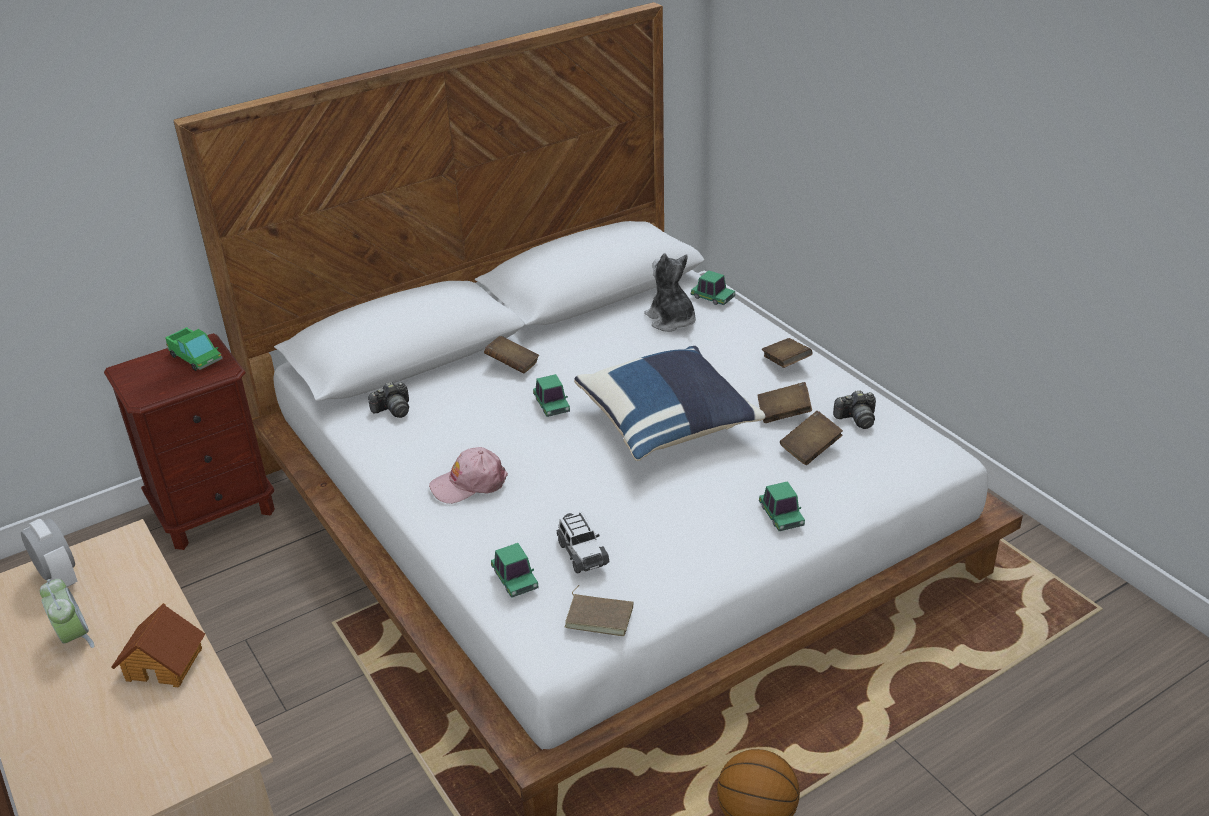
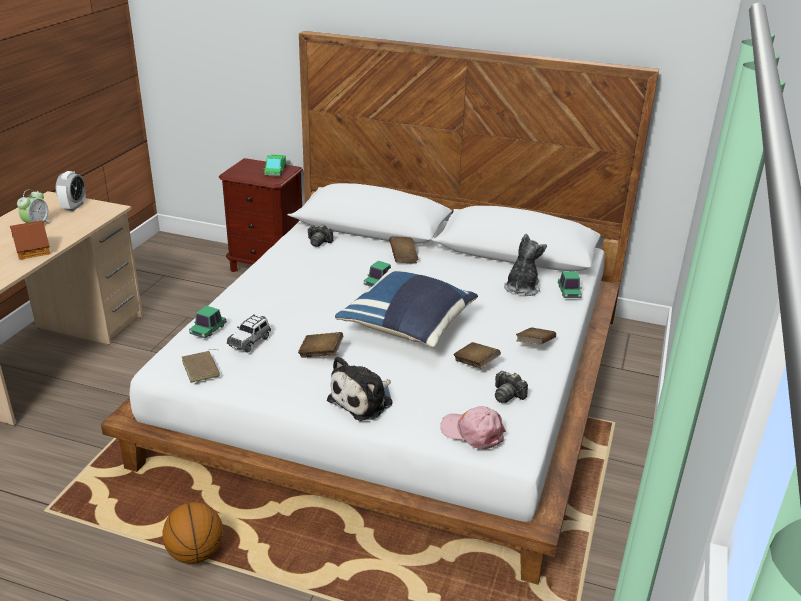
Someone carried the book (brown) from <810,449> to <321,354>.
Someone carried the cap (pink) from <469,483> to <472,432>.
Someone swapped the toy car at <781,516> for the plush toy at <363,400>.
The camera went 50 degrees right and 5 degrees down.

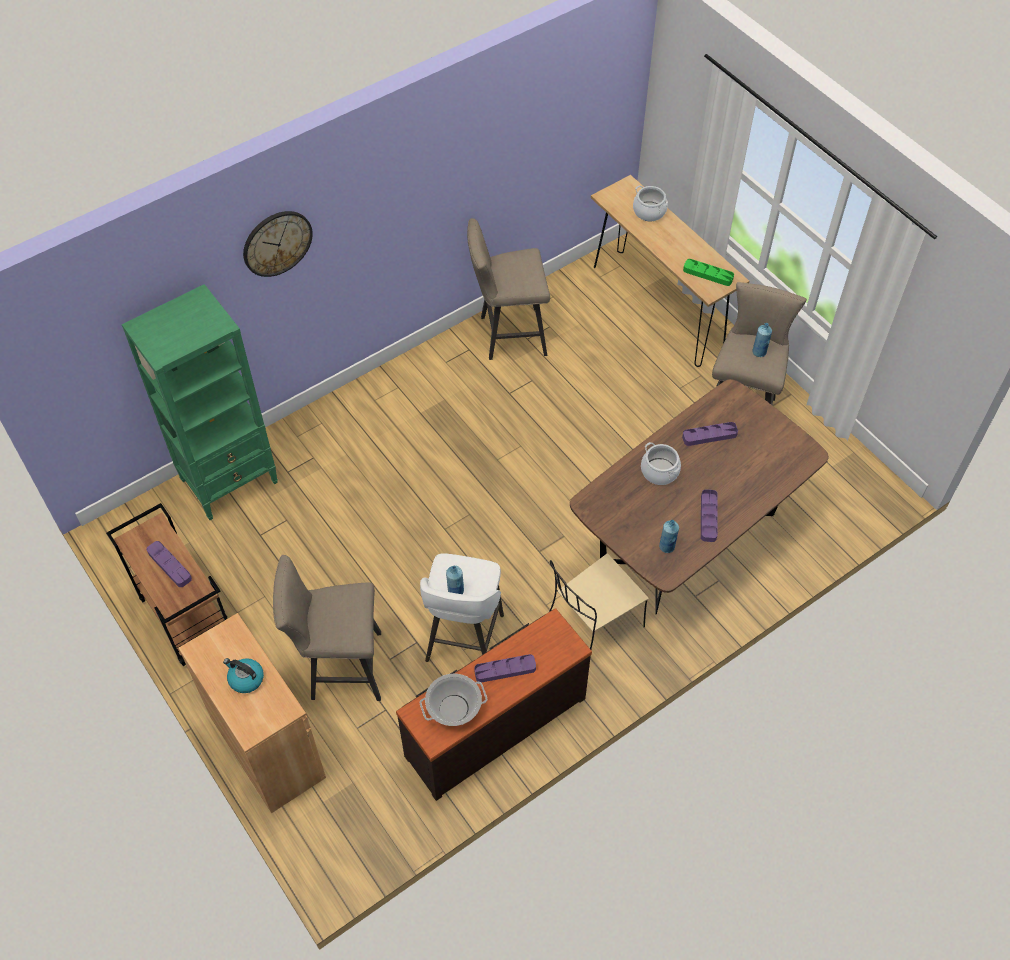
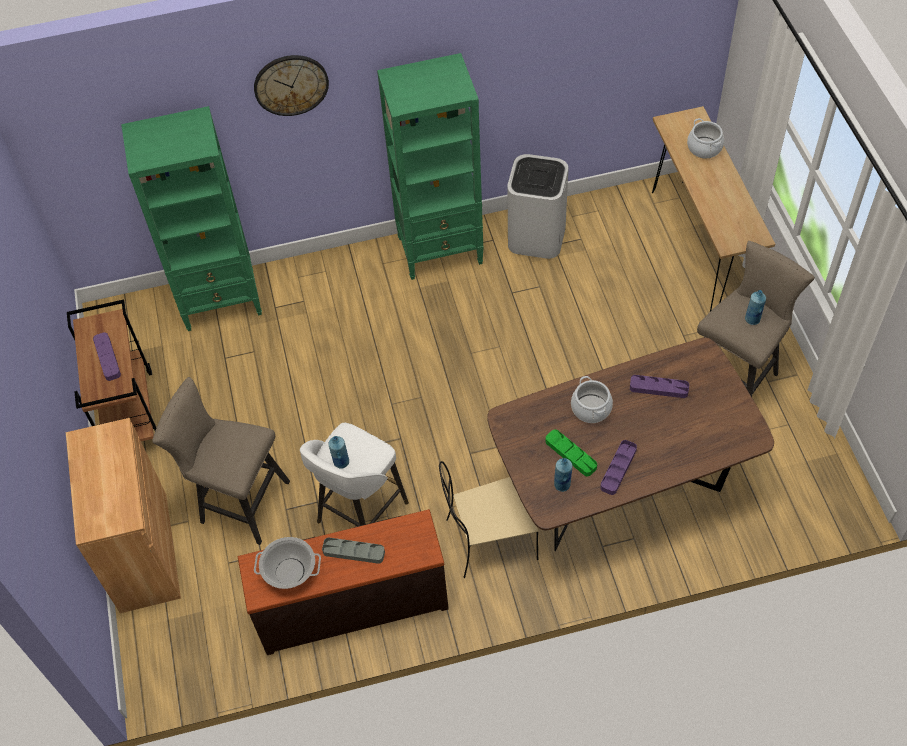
Someone swapped the stool (beige) at <507,335> for the trash can (white) at <536,236>.
Someone carried the tray (green) from <708,274> to <570,454>.
Someone repainted the tray (purple) at <505,670>, which became the tray (grey) at <353,552>.
Someone took away the kettle at <245,679>.
Someone put down the bookcase (green) at <441,250>.
The camera went 25 degrees right and 0 degrees up.

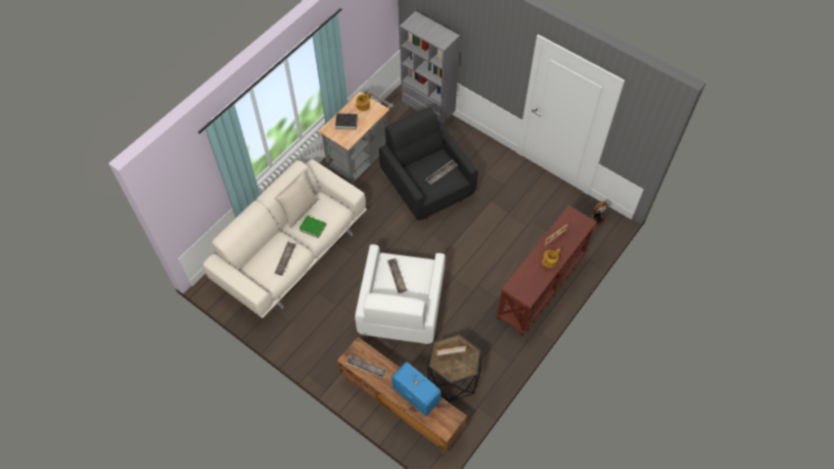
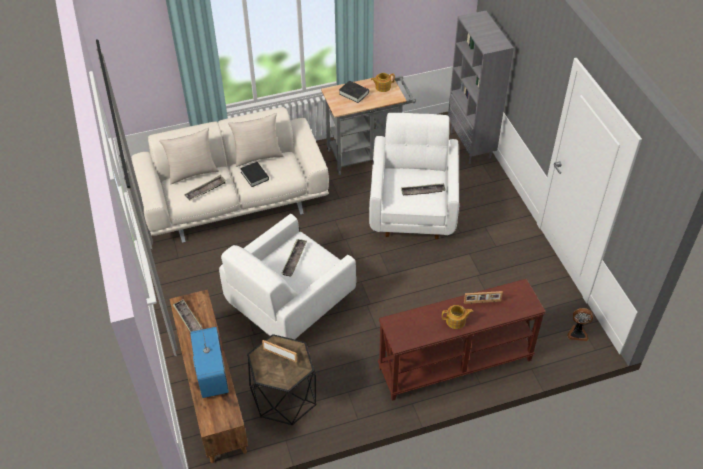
Someone repainted the armchair (black) at <426,186>, which became the armchair (white) at <412,208>.
Someone repainted the book (green) at <313,228>, which became the book (black) at <254,176>.
Someone put down the pillow (beige) at <192,173>.
The camera went 35 degrees right and 10 degrees down.

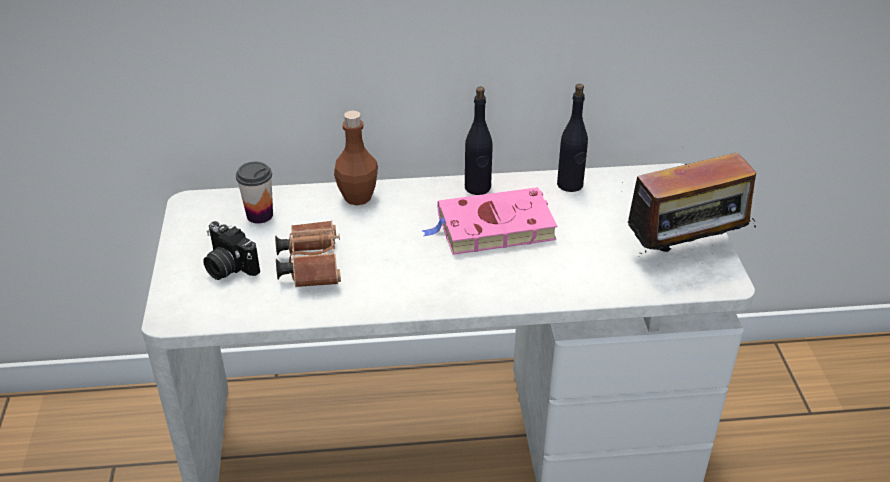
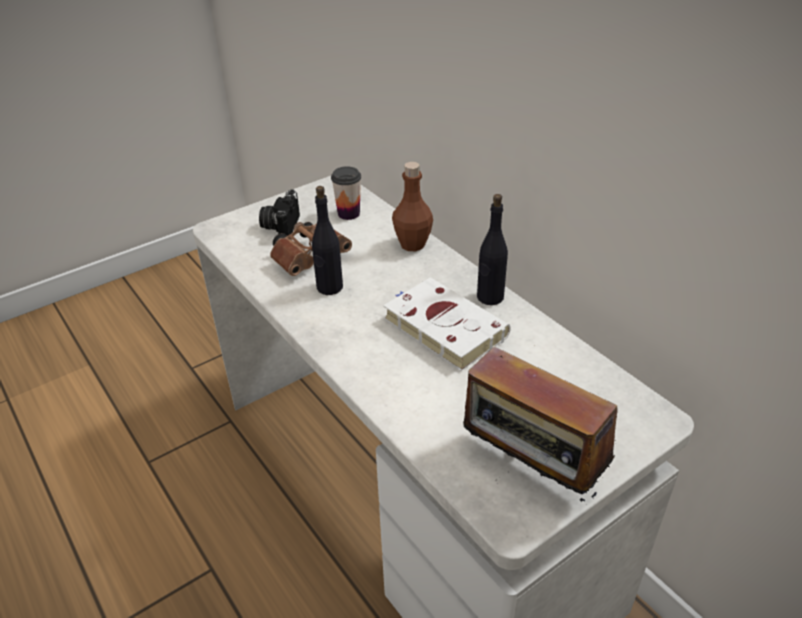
Someone carried the bottle (black) from <570,185> to <329,287>.
Someone repainted the book (pink) at <492,227>, which became the book (white) at <441,327>.
The camera went 60 degrees right and 0 degrees up.

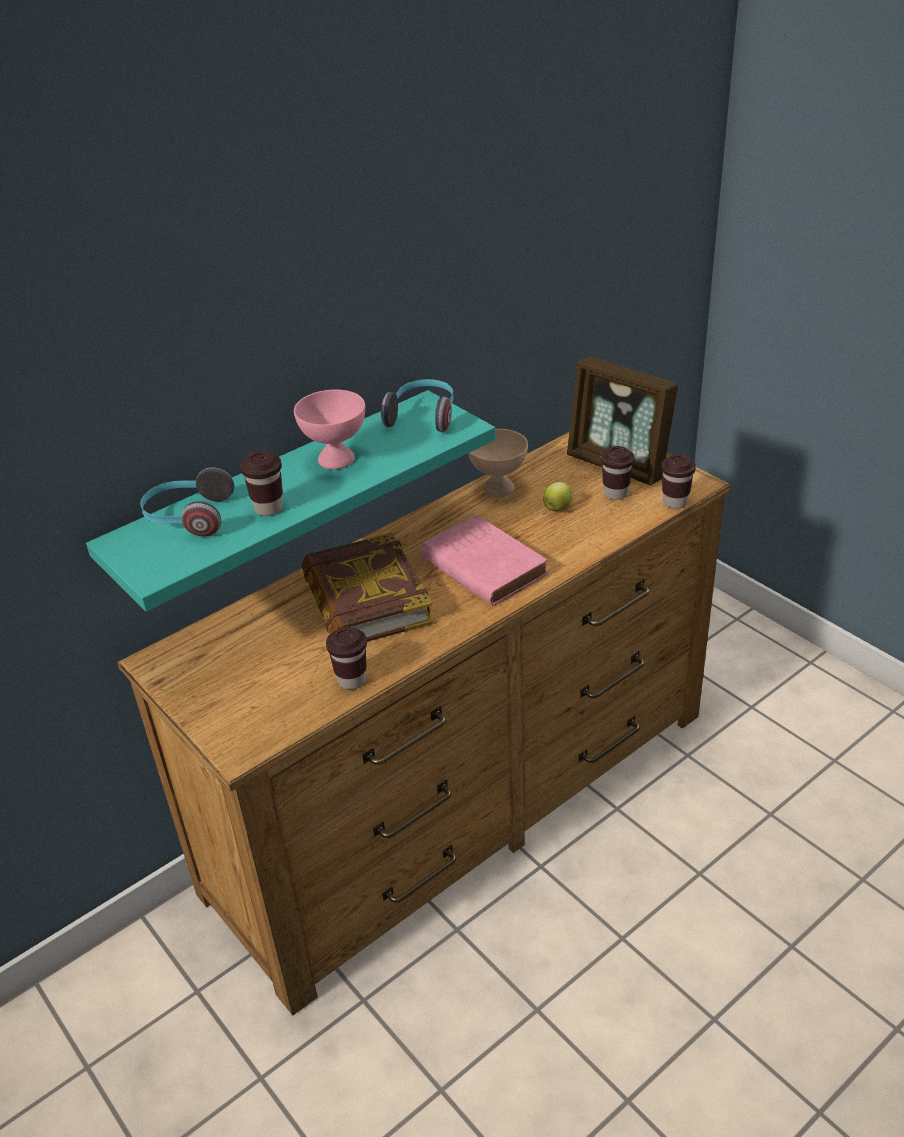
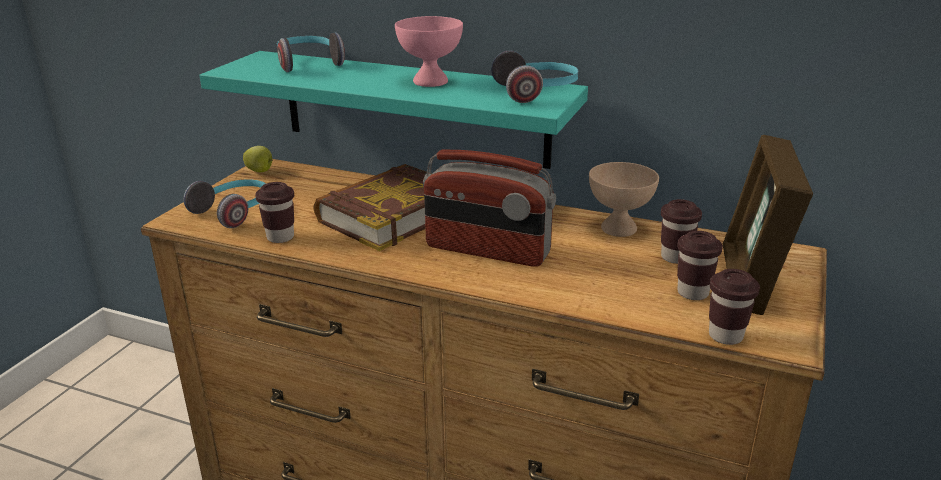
Someone carried the cup (brown) from <268,508> to <675,257>.
Someone carried the apple from <558,508> to <260,171>.
Someone swapped the book (pink) at <481,564> for the radio at <487,251>.
Someone put down the headphones at <235,212>.
The camera went 60 degrees right and 10 degrees down.

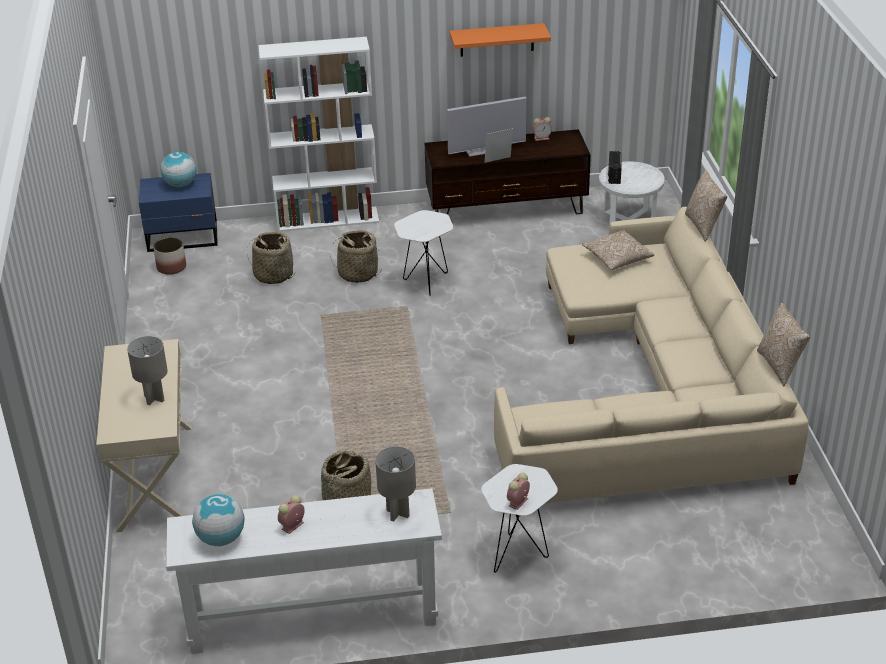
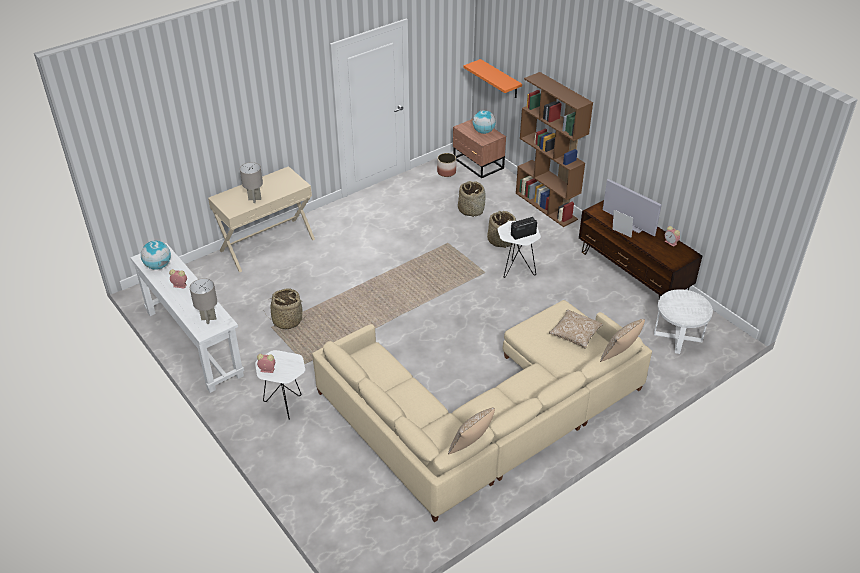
Someone carried the shelf (orange) from <497,40> to <500,79>.
Someone repainted the bookcase (white) at <328,219>, which became the bookcase (brown) at <546,206>.
Someone carried the radio from <614,176> to <523,234>.
Someone repainted the nightstand (blue) at <183,237>, which became the nightstand (brown) at <478,164>.
The camera went 60 degrees right and 5 degrees up.

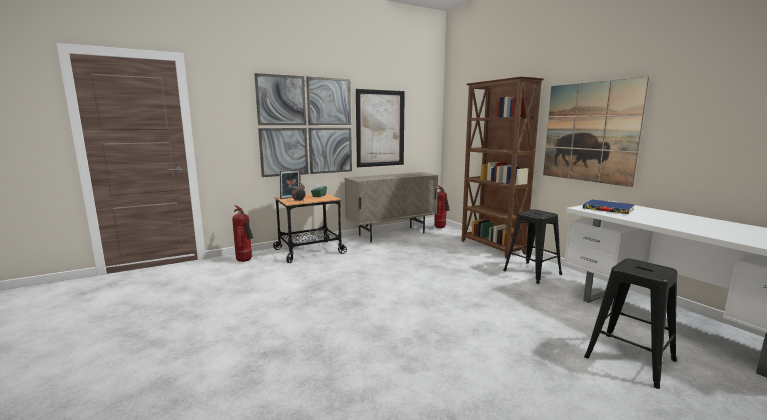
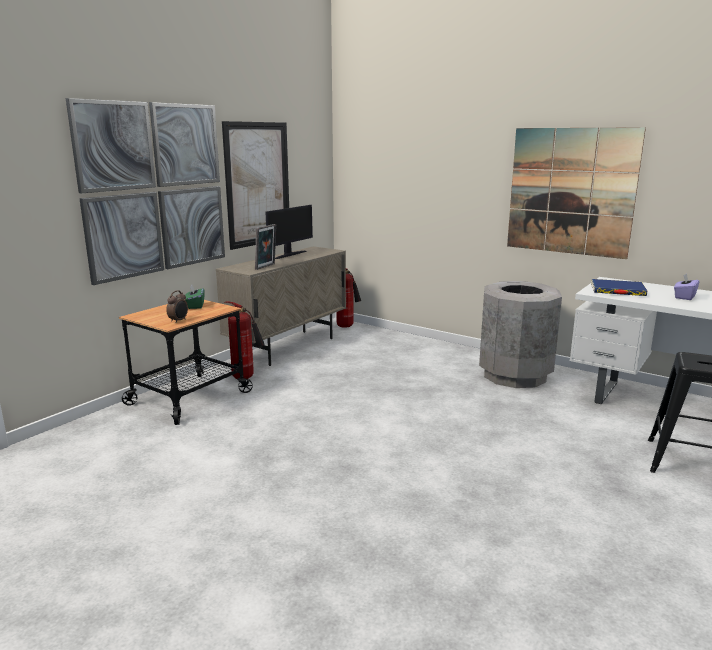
Someone took away the bookcase (brown) at <492,247>.
Someone carried the picture frame from <291,198> to <266,266>.
Someone carried the fire extinguisher from <245,261> to <246,378>.
Someone swapped the stool (black) at <533,272> for the trash can (grey) at <514,375>.
Someone put down the monitor at <289,254>.
Someone put down the tissue box (purple) at <684,297>.
The camera went 25 degrees left and 5 degrees up.

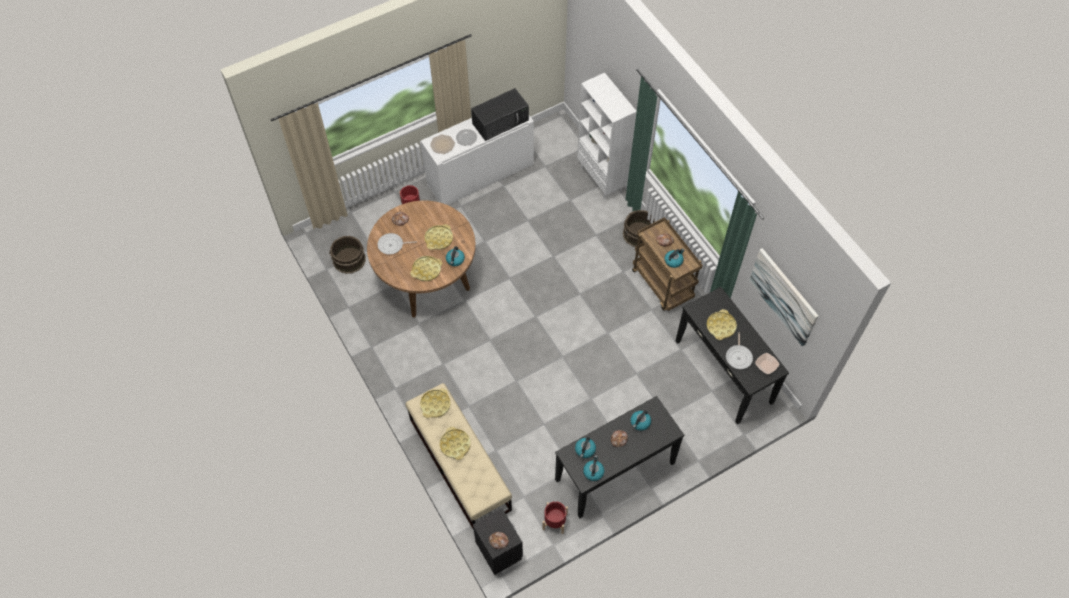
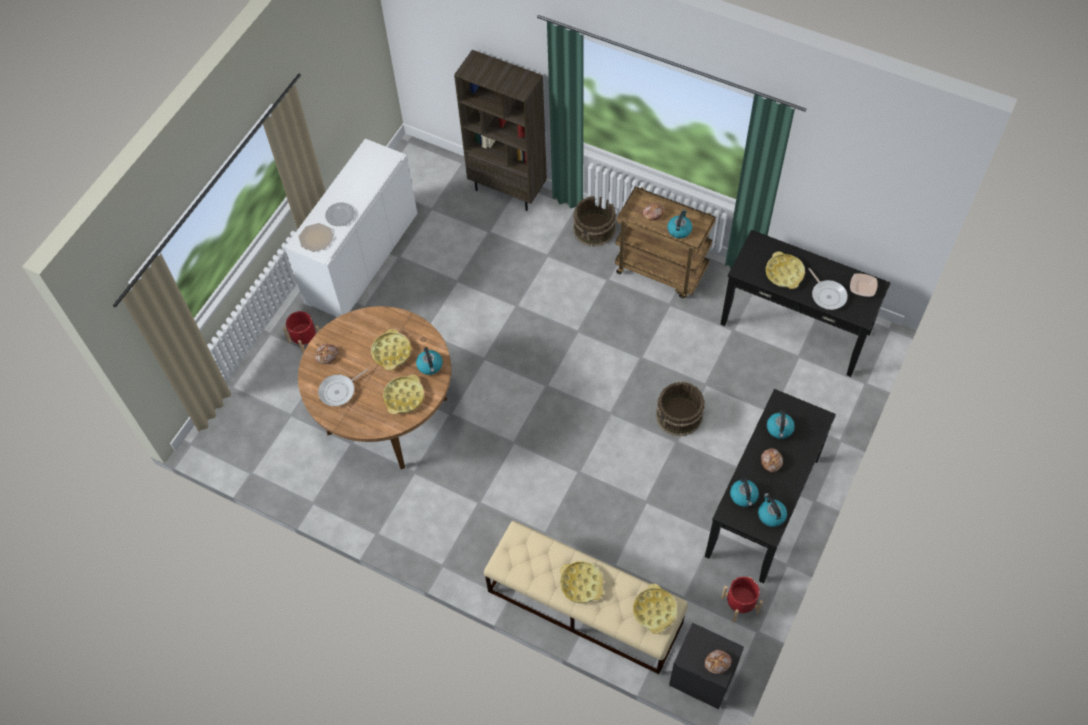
Someone repainted the bookcase (white) at <602,179>, which became the bookcase (brown) at <508,190>.
Someone took away the microwave (black) at <501,121>.
Someone carried the bucket (brown) from <349,260> to <679,416>.
Someone took away the picture at <783,296>.
Someone carried the tray (yellow) from <435,404> to <654,610>.
The camera went 30 degrees left and 0 degrees up.

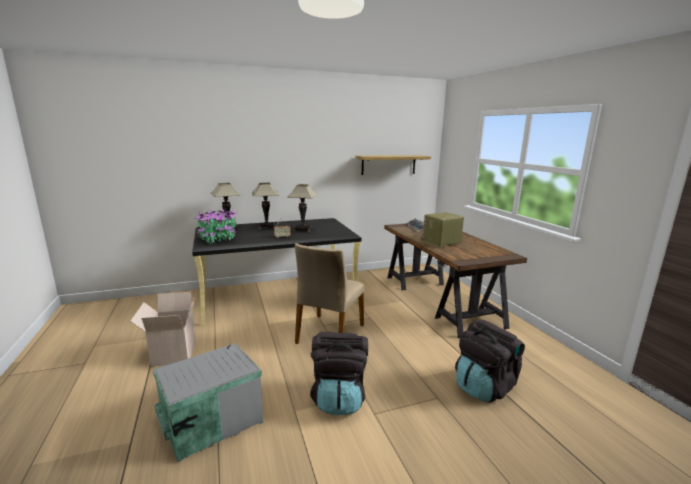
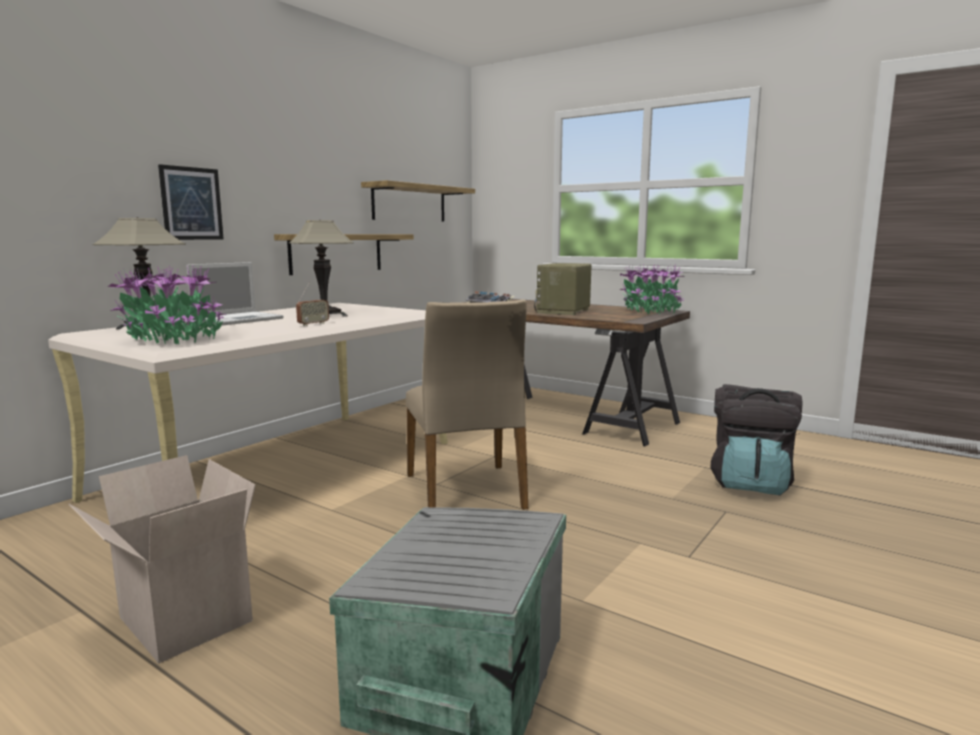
Someone swapped the table lamp at <266,227> for the laptop at <239,319>.
Someone repainted the desk (black) at <278,296>, which became the desk (beige) at <284,468>.
Someone took away the backpack (black) at <339,397>.
Someone put up the picture at <191,203>.
Someone put up the shelf at <336,253>.
Someone put down the potted plant at <651,311>.
The camera went 35 degrees left and 5 degrees down.

